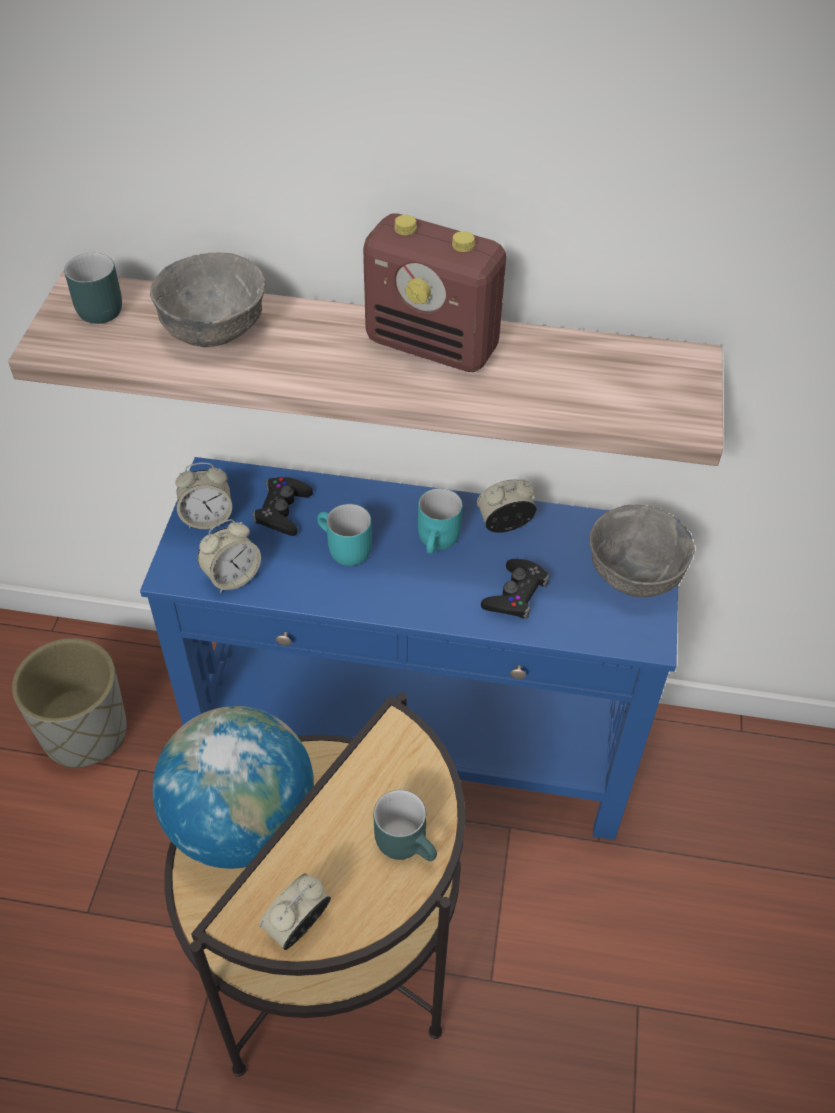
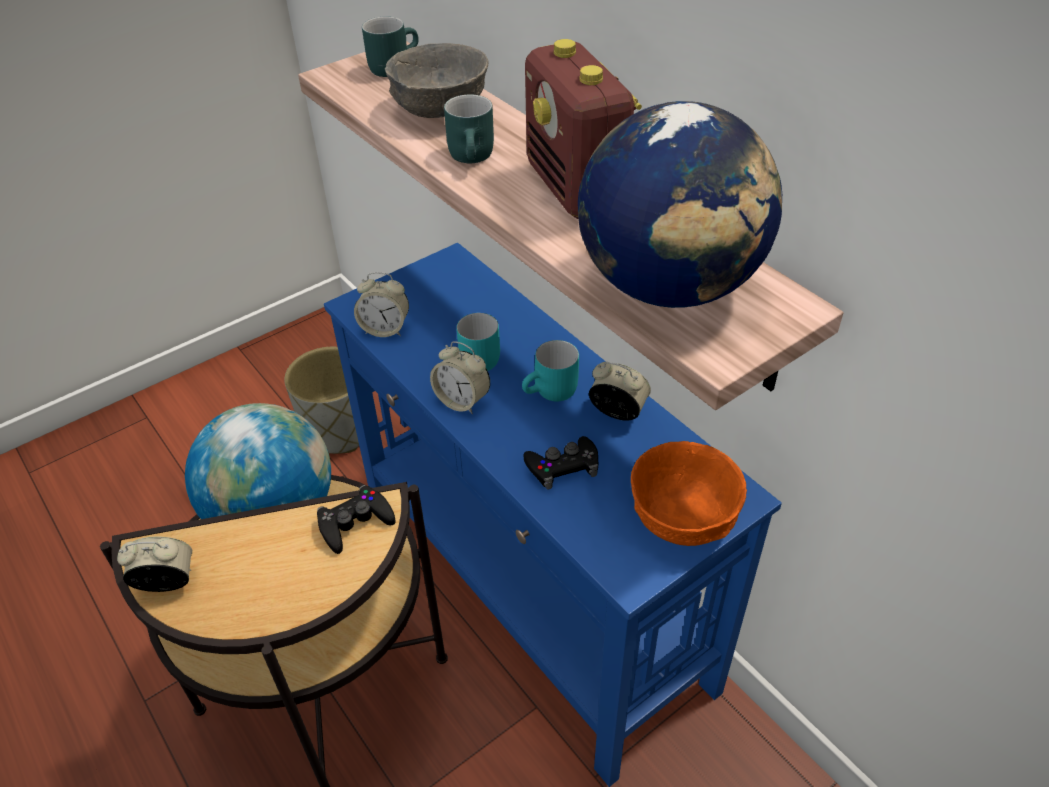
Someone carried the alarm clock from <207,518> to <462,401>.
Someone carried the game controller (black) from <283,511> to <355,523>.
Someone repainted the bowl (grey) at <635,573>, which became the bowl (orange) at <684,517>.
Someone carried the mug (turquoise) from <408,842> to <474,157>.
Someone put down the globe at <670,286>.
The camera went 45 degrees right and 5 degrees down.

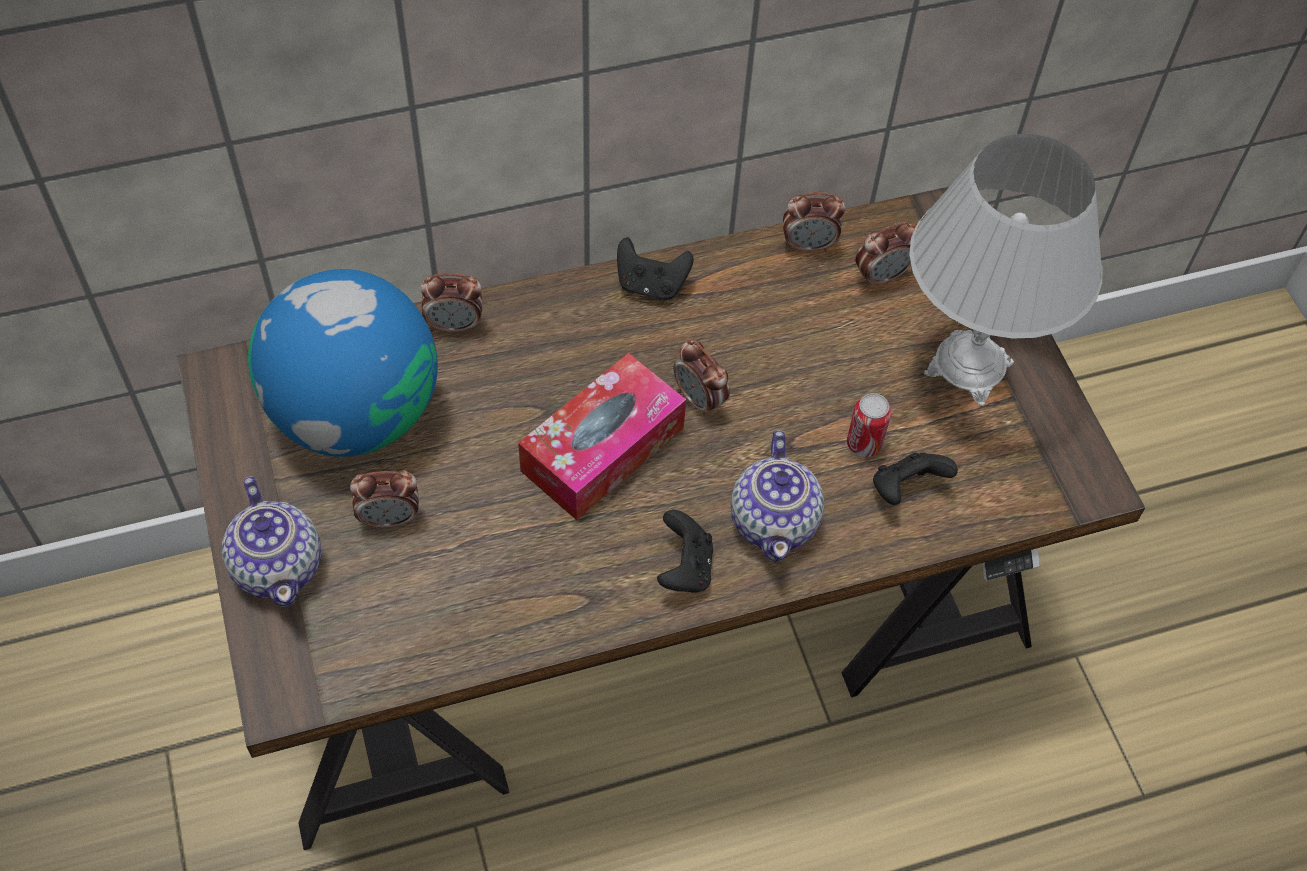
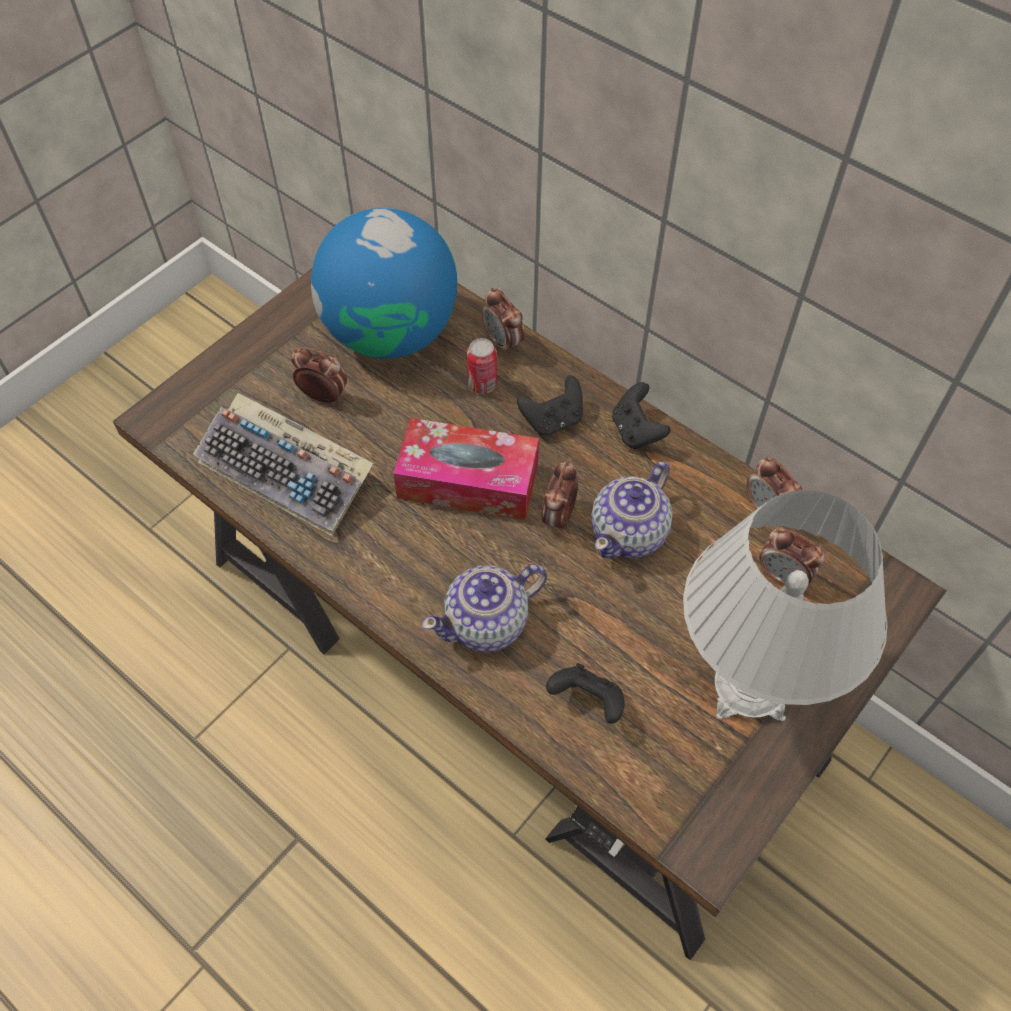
Someone carried the can from <864,444> to <482,384>.
Someone rotated the alarm clock at <390,518> by 150 degrees clockwise.
Someone carried the teapot from <279,565> to <630,532>.
Someone carried the game controller (black) from <685,568> to <553,420>.
Someone put down the keyboard at <289,472>.
The camera went 60 degrees right and 0 degrees up.

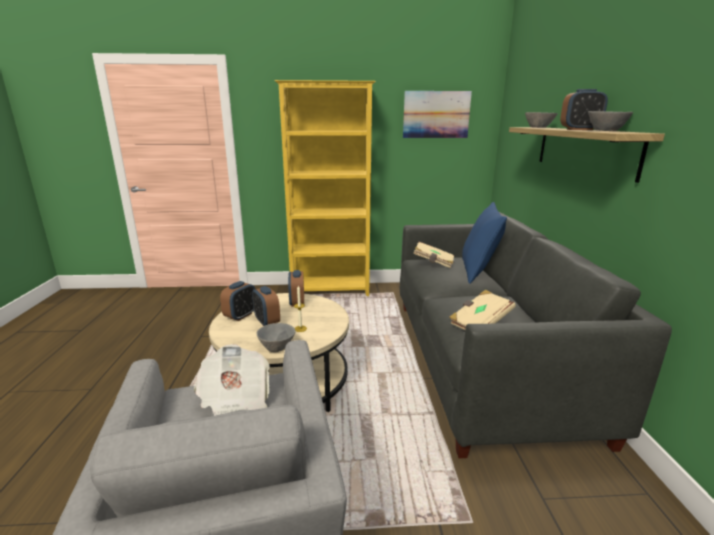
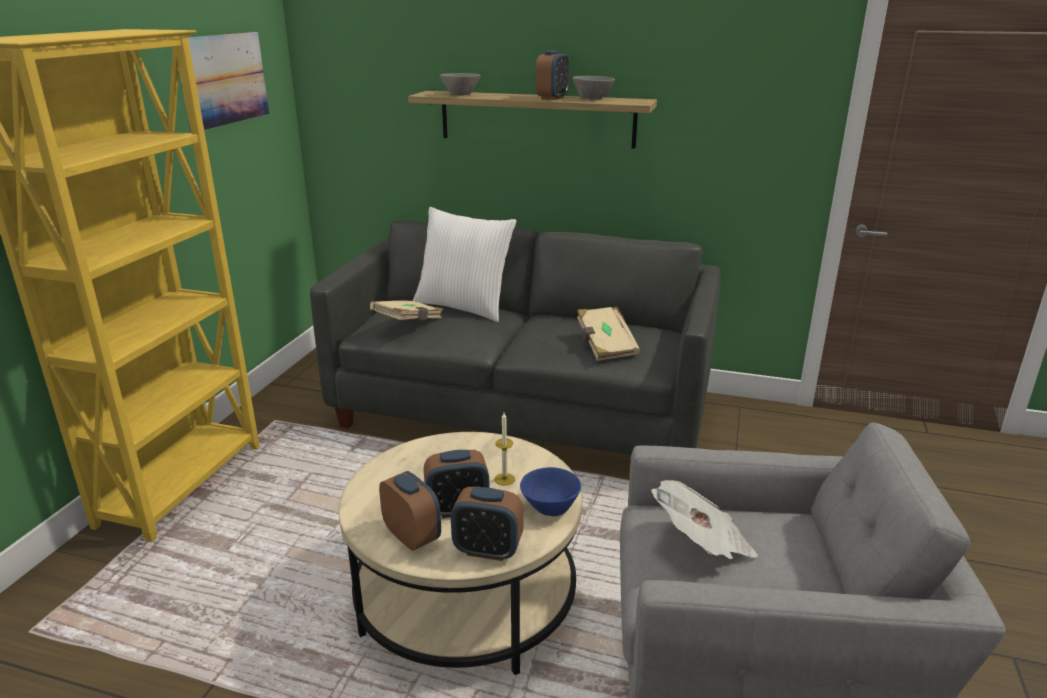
Someone repainted the pillow (blue) at <478,271>, which became the pillow (white) at <464,306>.
Someone carried the alarm clock from <297,302> to <487,550>.
Someone repainted the bowl (grey) at <278,347>, which became the bowl (blue) at <551,506>.
The camera went 70 degrees left and 5 degrees up.

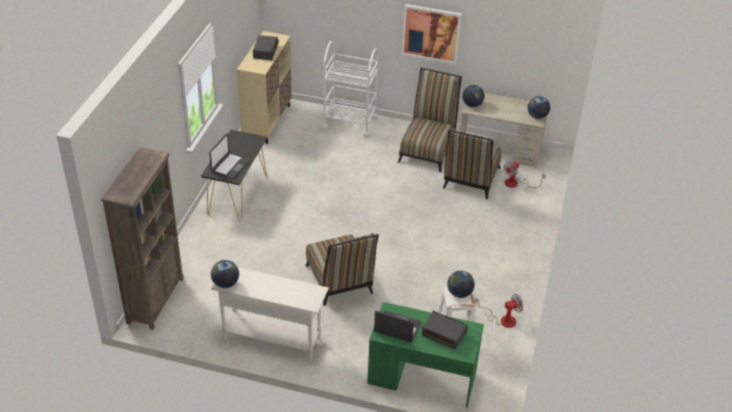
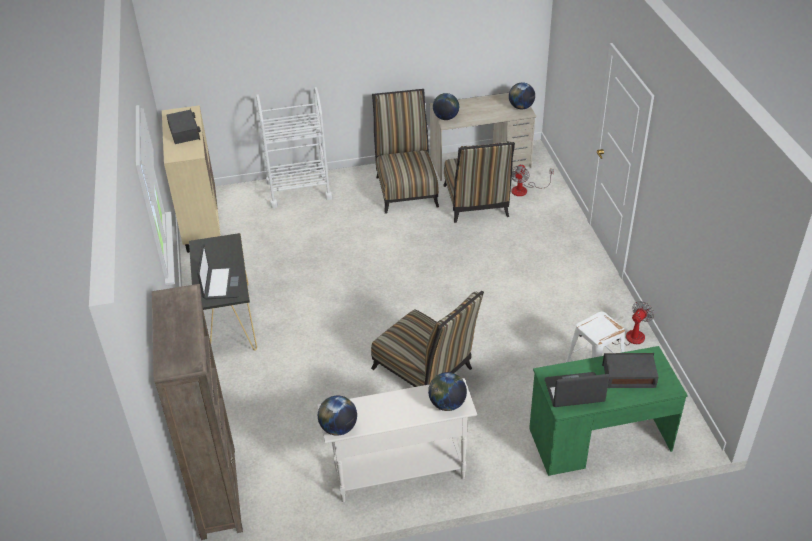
Someone took away the picture at <431,33>.
Someone carried the globe from <459,293> to <447,404>.
The camera went 25 degrees left and 0 degrees up.

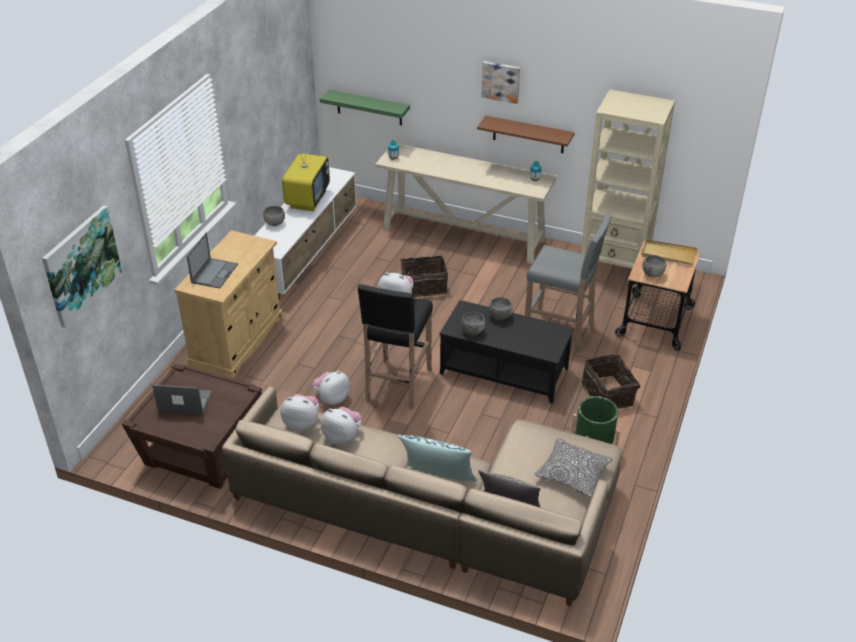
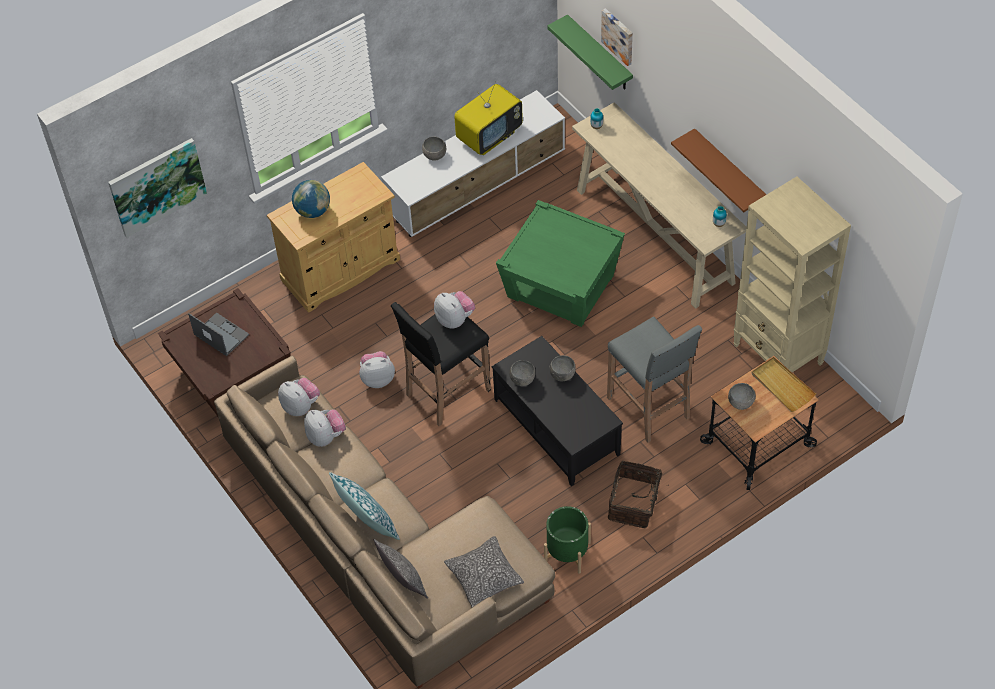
Someone carried the picture from <501,81> to <618,36>.
Someone swapped the laptop at <214,273> for the globe at <313,211>.
Someone swapped the basket at <424,286> for the side table (green) at <561,286>.
The camera went 35 degrees right and 15 degrees up.

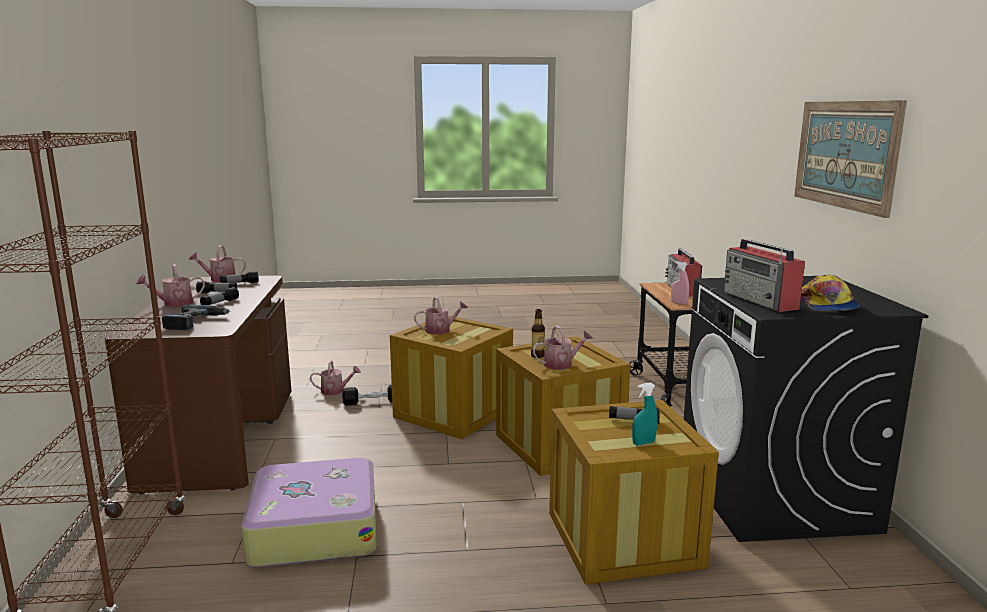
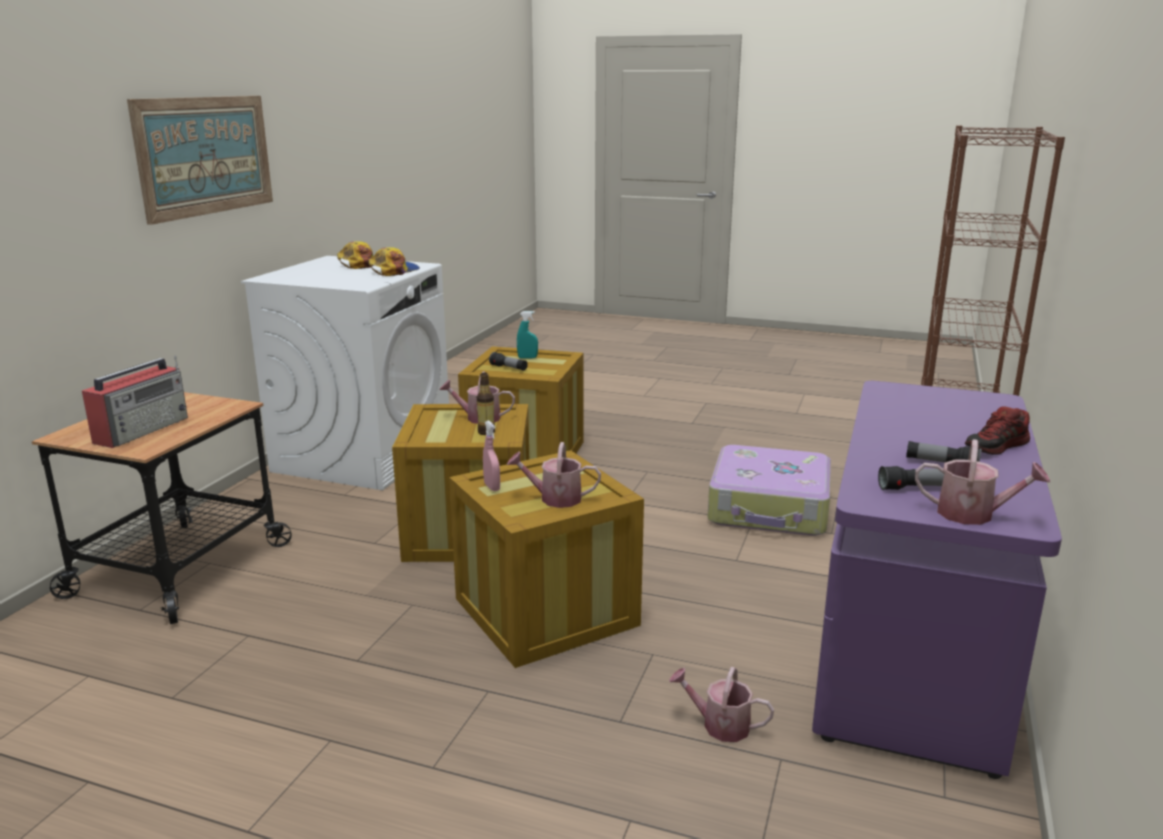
Someone swapped the radio at <760,301> for the cap at <393,271>.
Someone carried the spray bottle (pink) from <679,303> to <492,487>.
Someone swapped the watering can at <173,303> for the shoe at <996,447>.
Someone repainted the desk (brown) at <221,436>, which became the desk (purple) at <914,650>.
Someone repainted the washing machine (black) at <775,495>, which became the washing machine (white) at <364,454>.
Someone took away the flashlight at <219,303>.
Someone took away the power drill at <195,322>.
Someone took away the dumbbell (black) at <373,402>.
The camera went 155 degrees left and 5 degrees up.

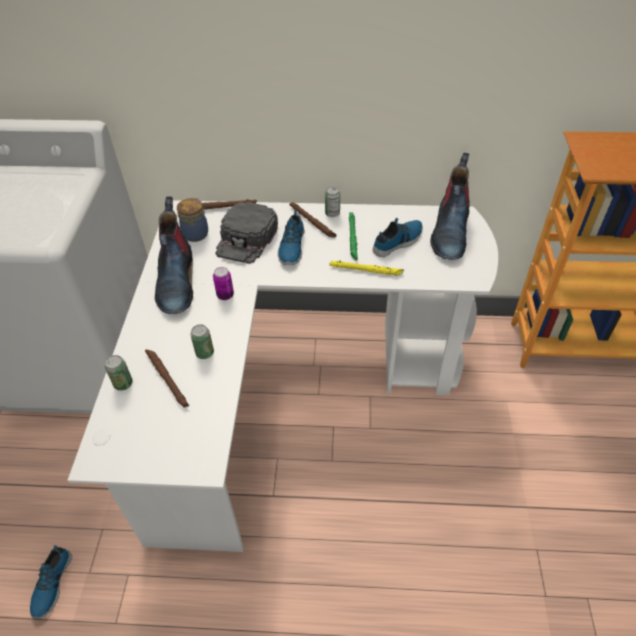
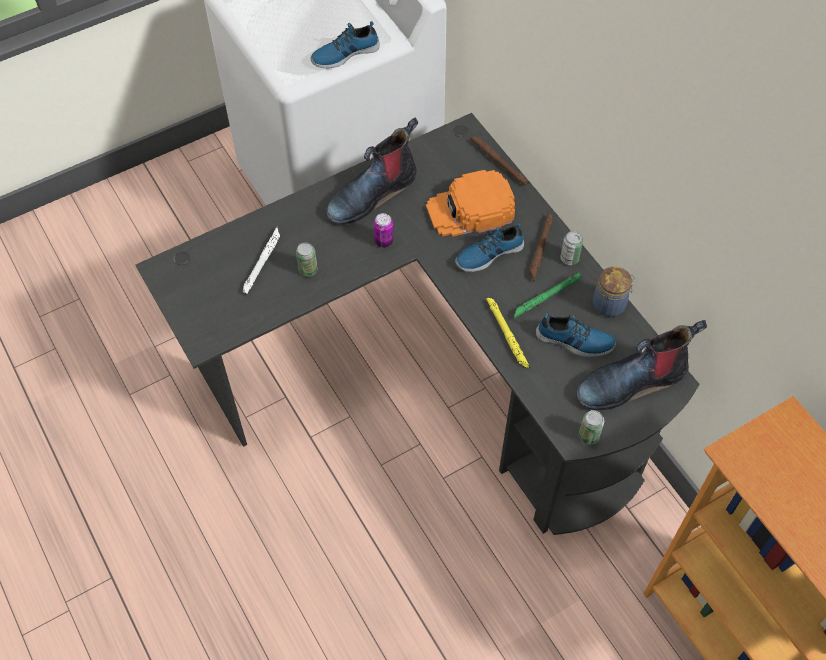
Someone carried the jar from <196,233> to <610,304>.
Someone repainted the desk (white) at <288,390>, which became the desk (black) at <432,377>.
Someone repainted the cap (black) at <247,238>, which became the cap (orange) at <470,210>.
Someone repainted the flashlight (brown) at <167,379>, which became the flashlight (white) at <262,262>.
Someone carried the can from <123,384> to <588,436>.
Someone carried the shoe from <51,584> to <344,53>.
The camera went 55 degrees right and 10 degrees up.

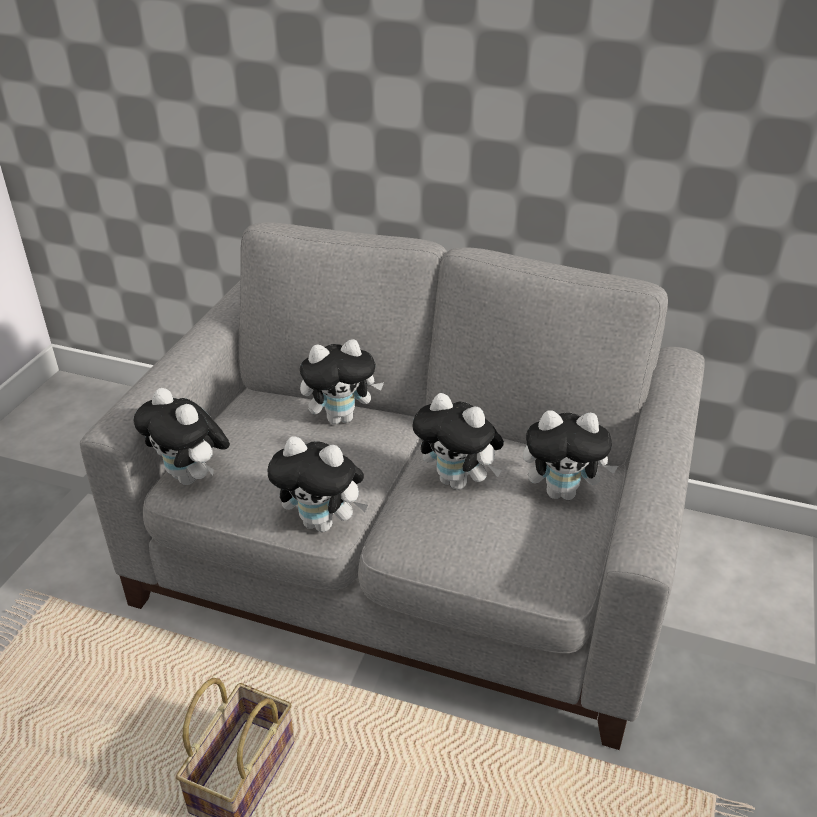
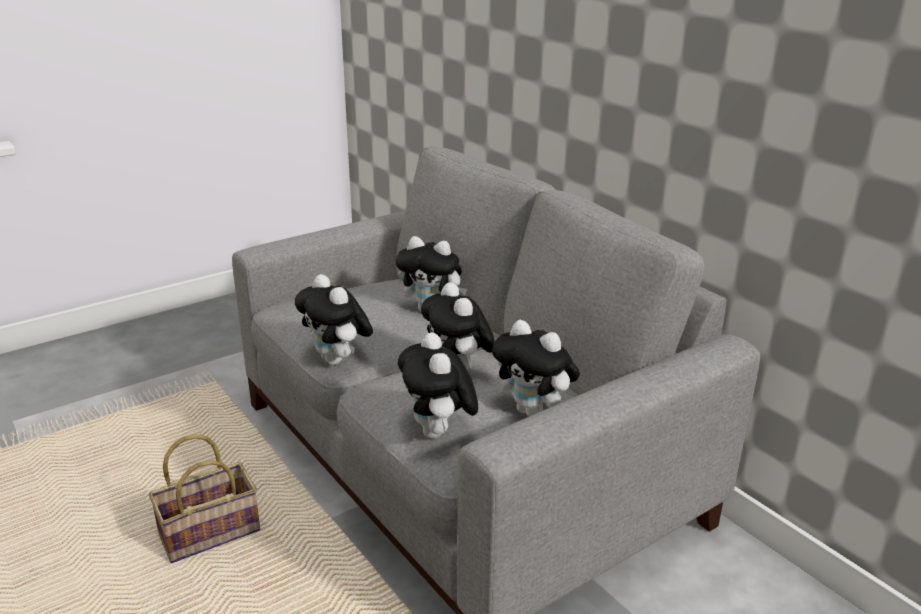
Someone carried the plush toy from <191,477> to <438,433>.
The camera went 35 degrees right and 10 degrees down.

